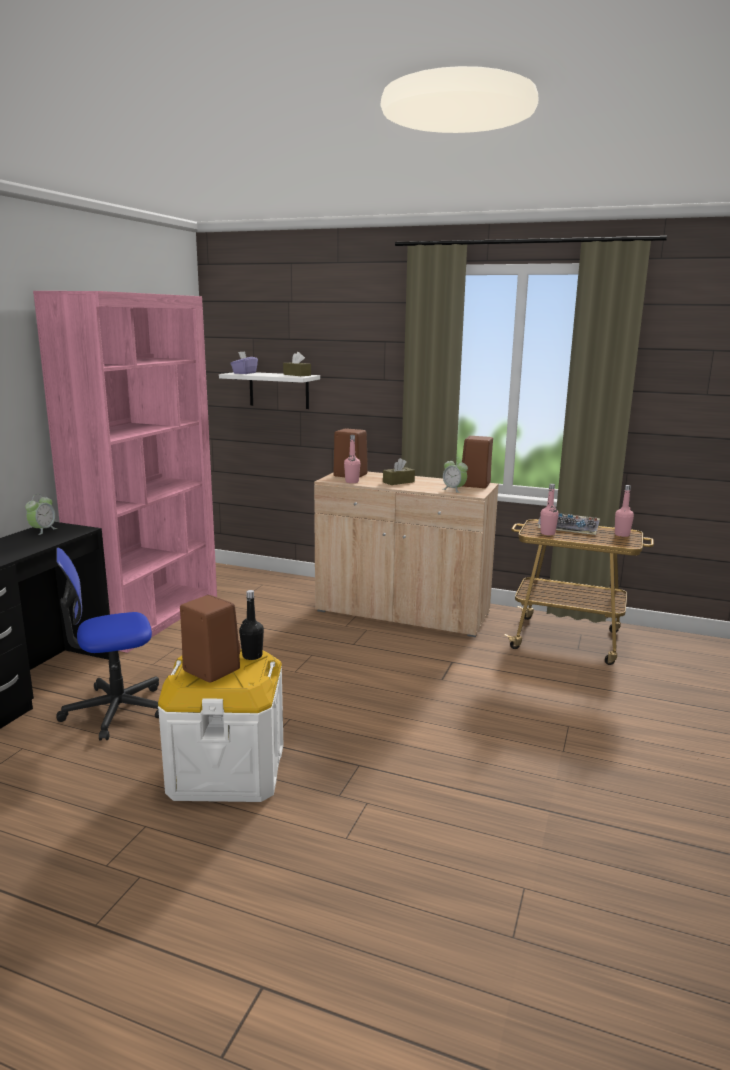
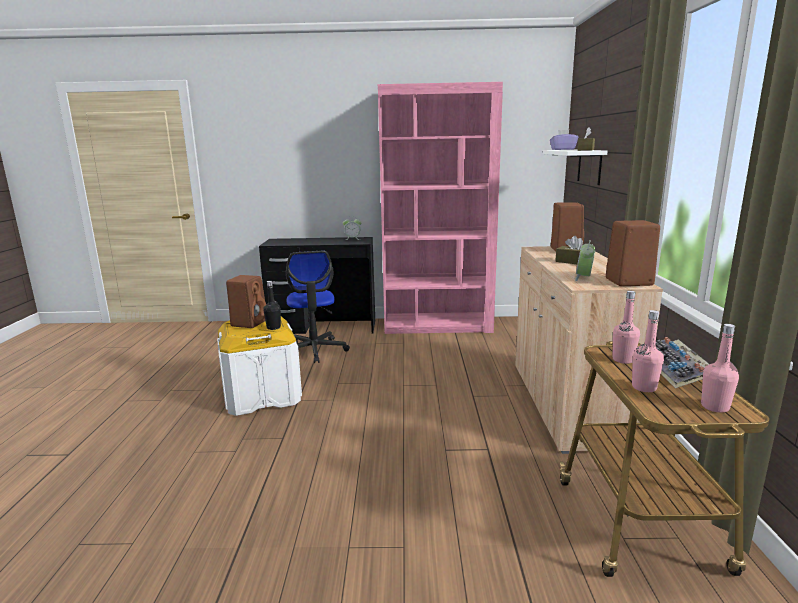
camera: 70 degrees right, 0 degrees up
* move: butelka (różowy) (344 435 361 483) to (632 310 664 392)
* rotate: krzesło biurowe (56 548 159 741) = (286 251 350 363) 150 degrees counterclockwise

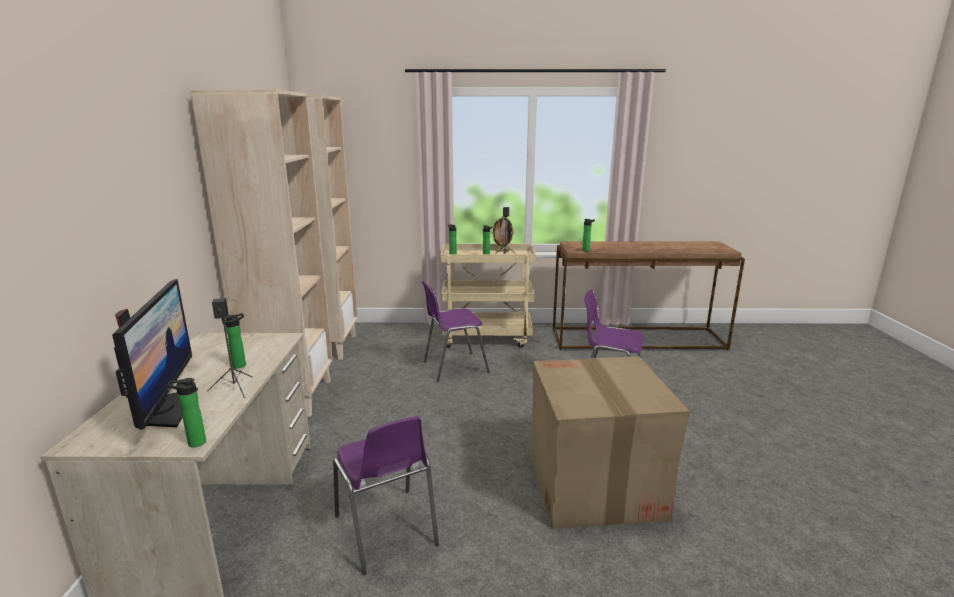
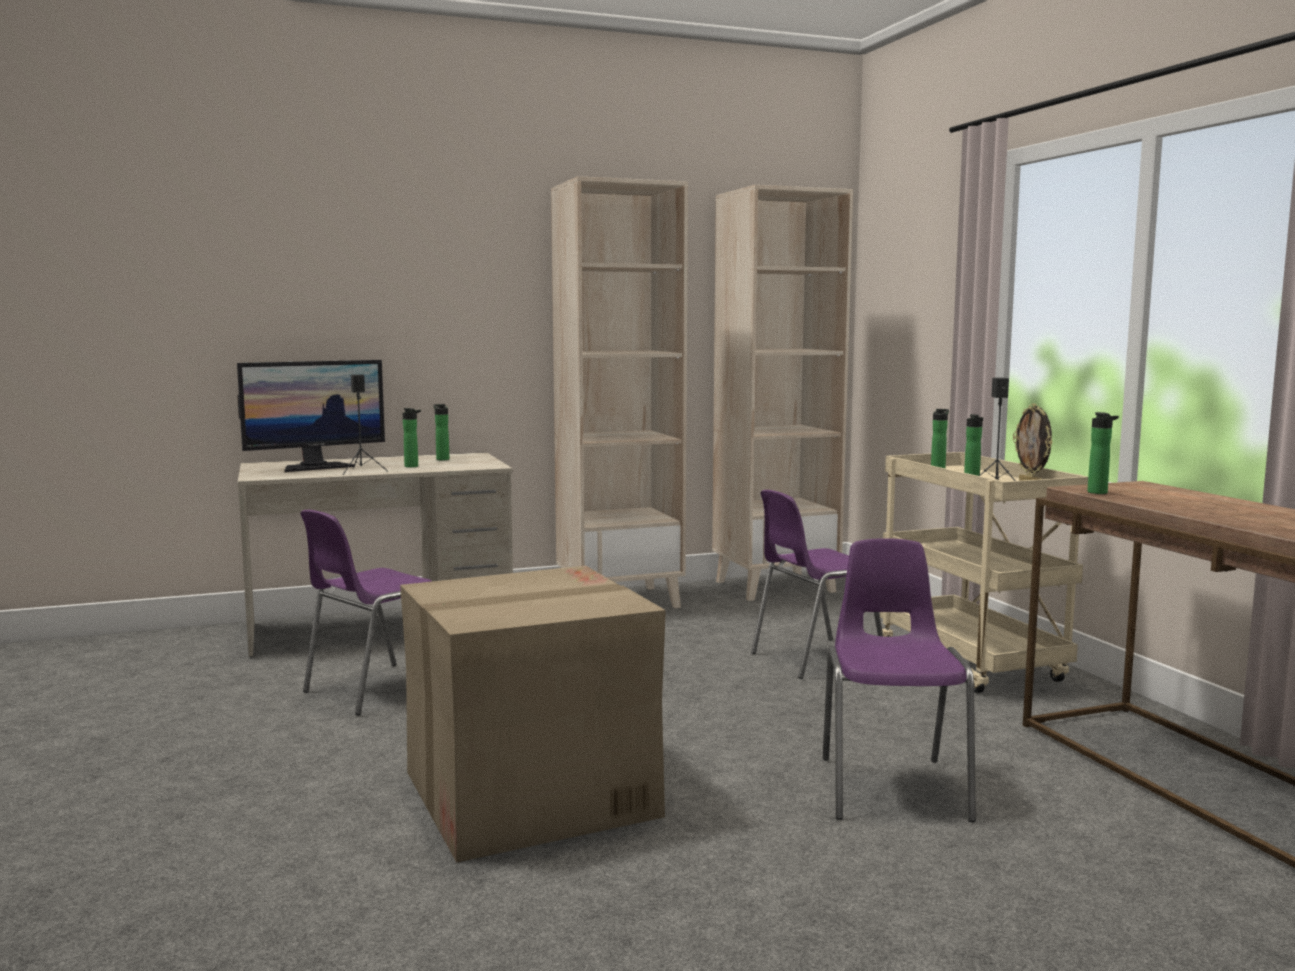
camera: 70 degrees right, 10 degrees down
* rotate: krzesło (fioletowy) (421 281 490 382) = (751 490 883 679) 75 degrees counterclockwise
* move: butelka (167 378 206 447) to (433 404 449 460)

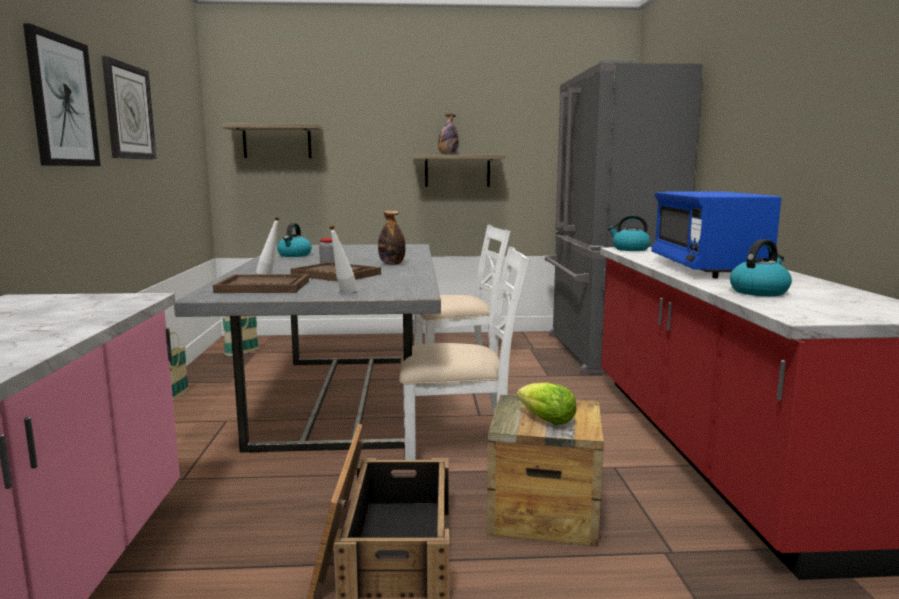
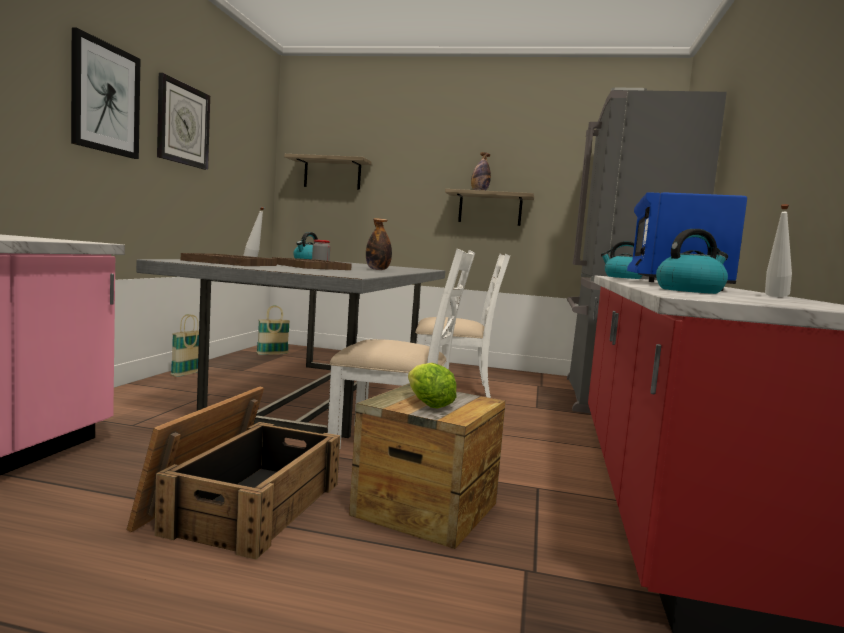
camera: 15 degrees right, 5 degrees down
* move: butelka (biały) (329 225 357 294) to (765 204 792 297)

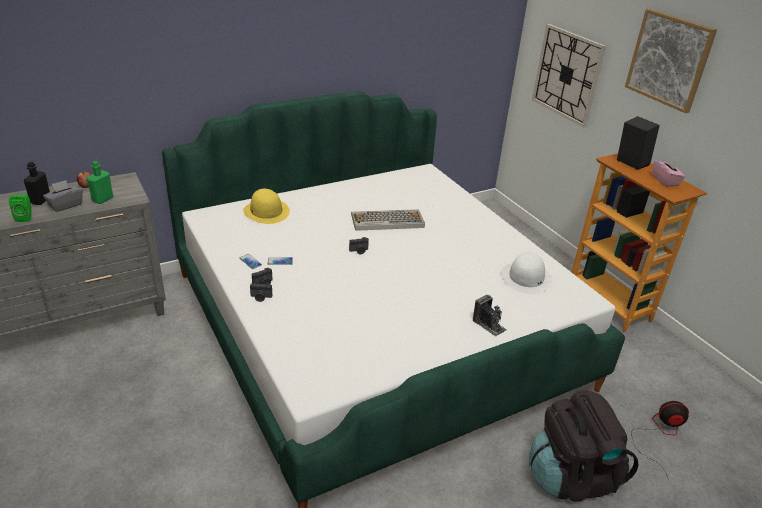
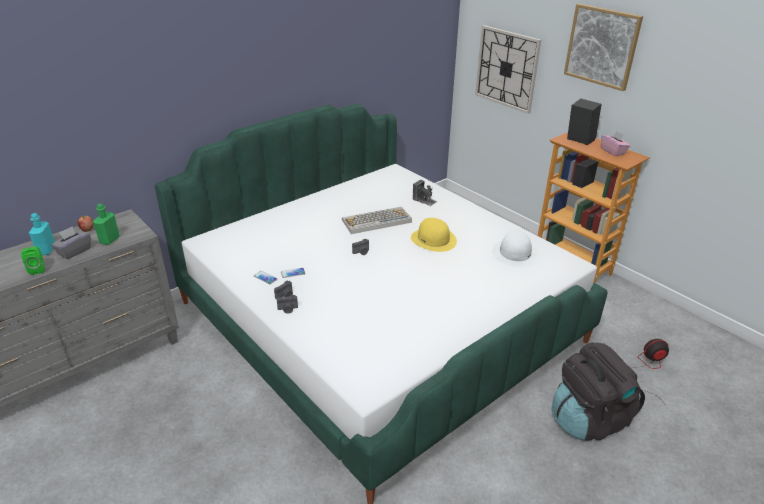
camera: 10 degrees left, 0 degrees up
* recolor: butelka (czarny) (24 162 50 205) to butelka (turkusowy) (29 213 55 255)
* move: kapelusz (żółty) (243 189 290 224) to (411 218 457 252)
* move: aparat fotograficzny (473 295 506 337) to (413 180 437 206)

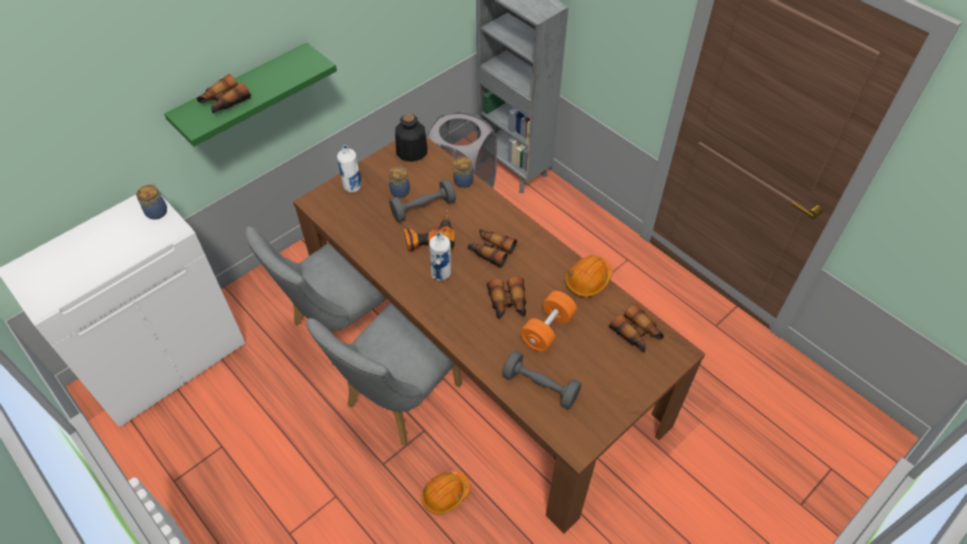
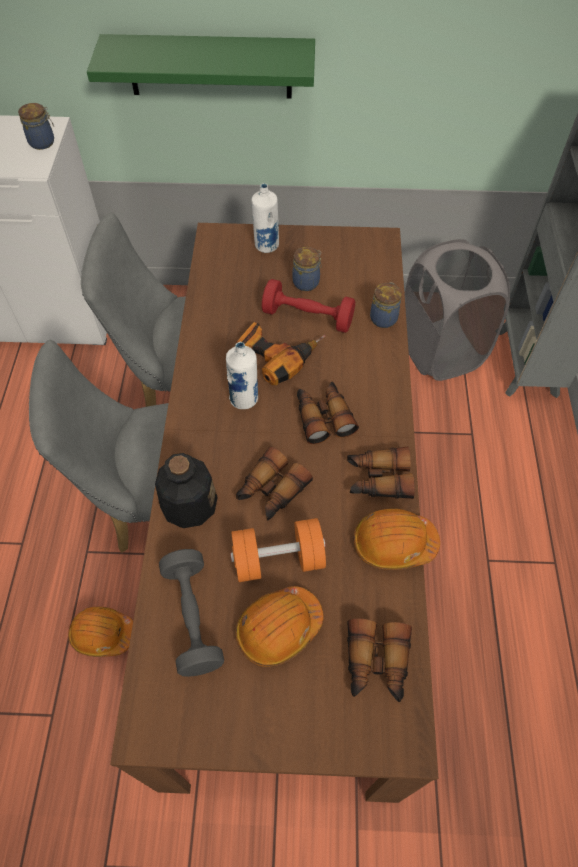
camera: 45 degrees right, 5 degrees up
* move: lornetka (197 74 251 113) to (347 446 415 499)
* move: butelka (395 114 427 162) to (155 453 218 528)
* recolor: hantel (szary) (389 179 456 222) to hantel (czerwony) (262 279 355 333)
* insert: kask (pomarańczowy) (236 586 324 667)

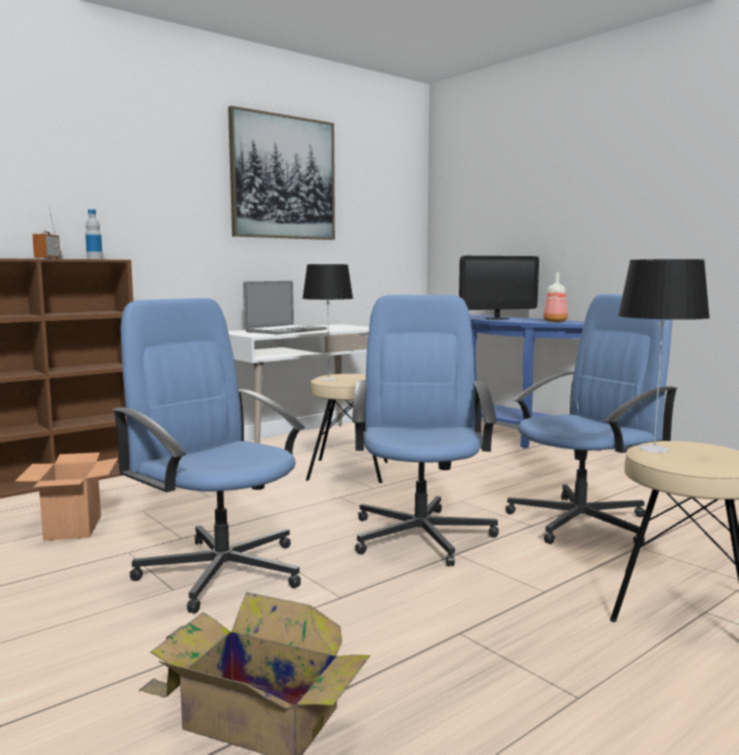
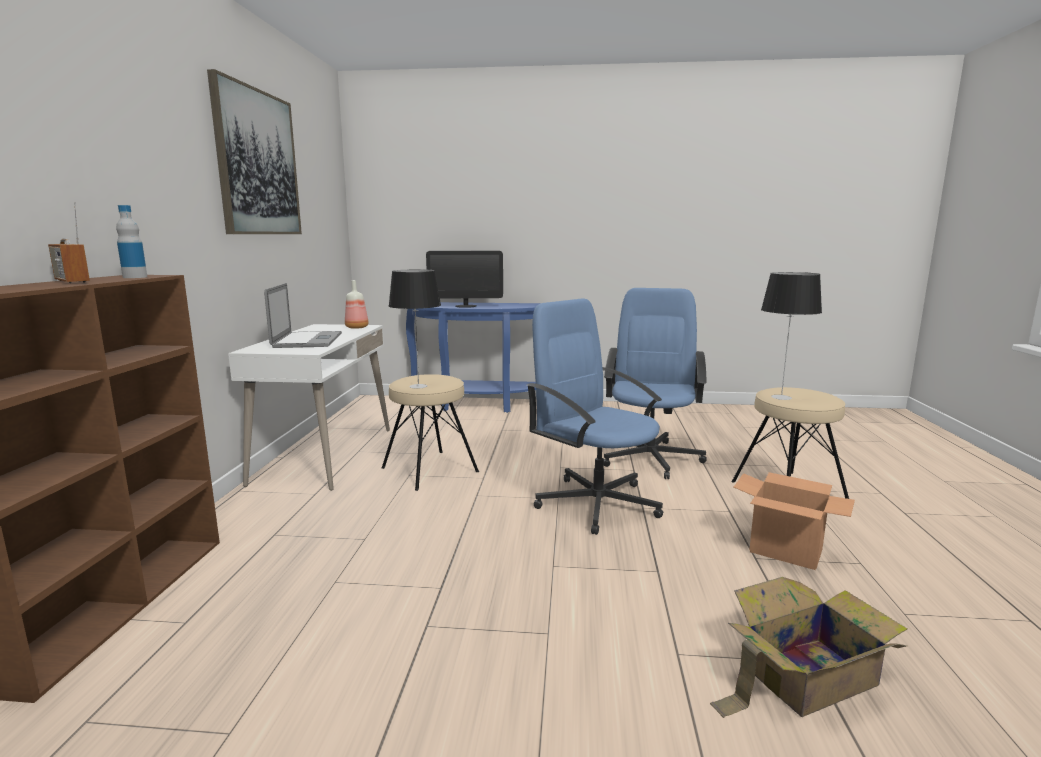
camera: 45 degrees left, 5 degrees up
* rotate: monitor (459 256 539 320) = (426 251 503 308) 60 degrees clockwise
* move: butelka (543 273 568 322) to (345 280 369 329)
* delete: krzesło biurowe (niebieski) (112 298 305 614)
* move: karton (15 452 118 541) to (734 472 855 570)

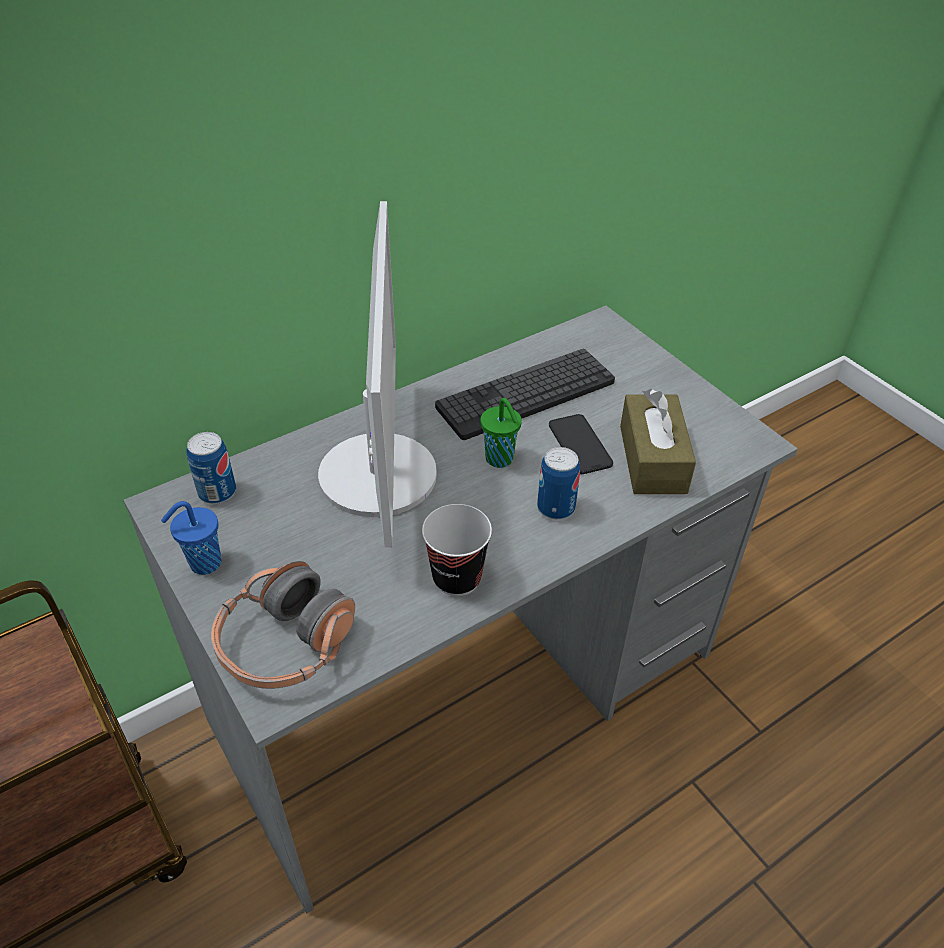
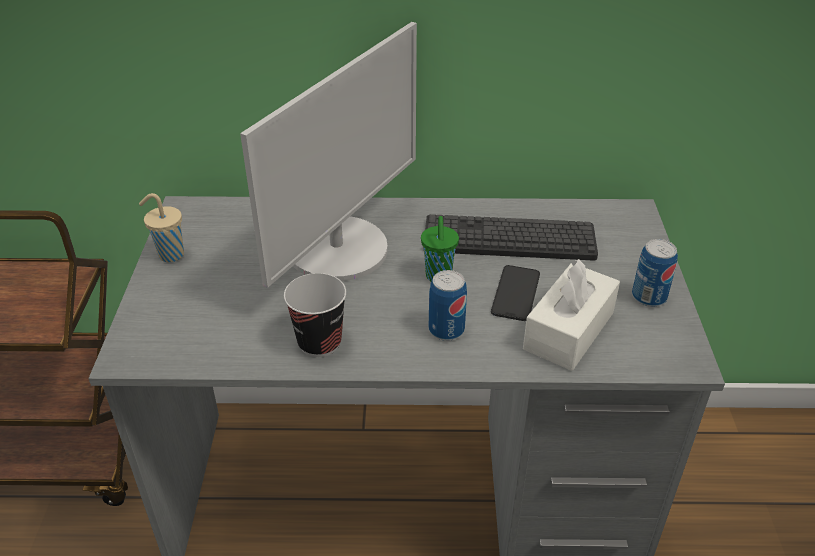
camera: 35 degrees right, 5 degrees down
* recolor: pudełko chusteczek (brązowy) (620 389 696 494) to pudełko chusteczek (biały) (523 259 620 371)
* move: puszka (186 432 236 504) to (632 239 678 307)
* recolor: filiżanka (niebieski) (161 501 221 575) to filiżanka (beżowy) (139 193 184 262)
* delete: słuchawki (211 561 355 689)

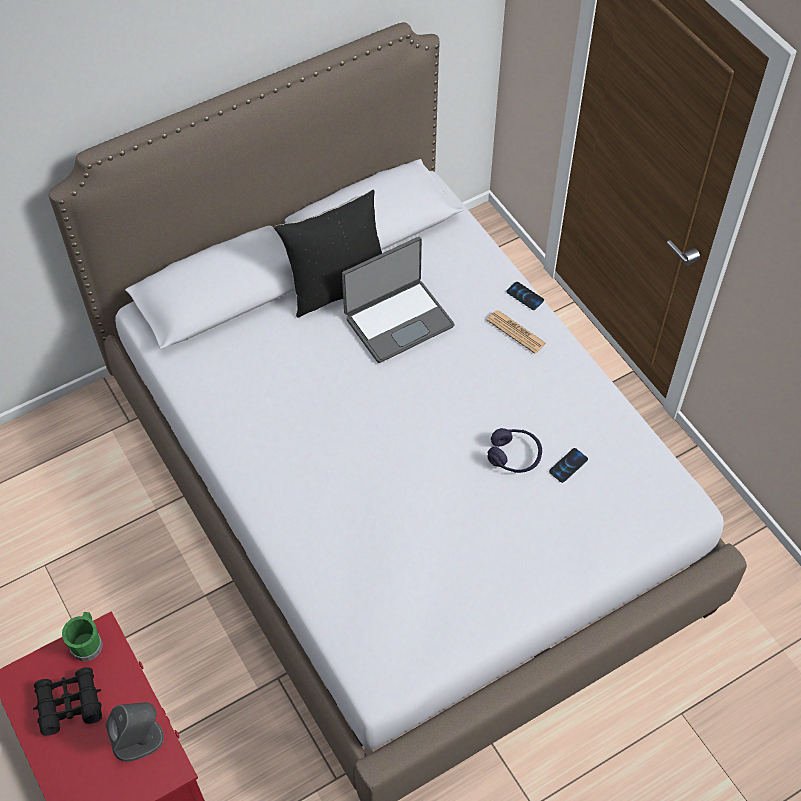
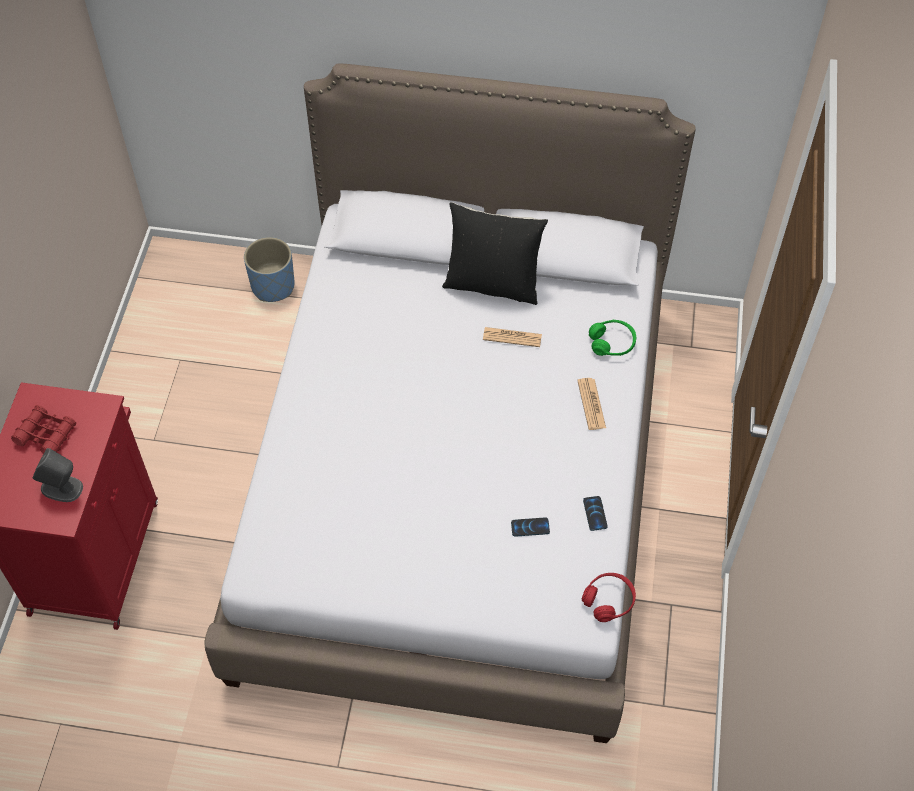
camera: 40 degrees right, 0 degrees up
* replace: laptop (342 237 455 363) to gazeta (483 327 542 347)
* move: telefon (507 282 544 310) to (583 496 608 531)
* delete: słuchawki (fioletowy) (487 428 542 473)
* delete: kubek (zielony) (62 612 102 661)
* recolor: lornetka (czarny) (33 667 102 736) to lornetka (czerwony) (11 405 76 454)
* insert: donica (niebieski) (244 237 295 302)
* insert: słuchawki (zielony) (589 320 636 356)
* insert: słuchawki (czerwony) (582 573 636 622)

